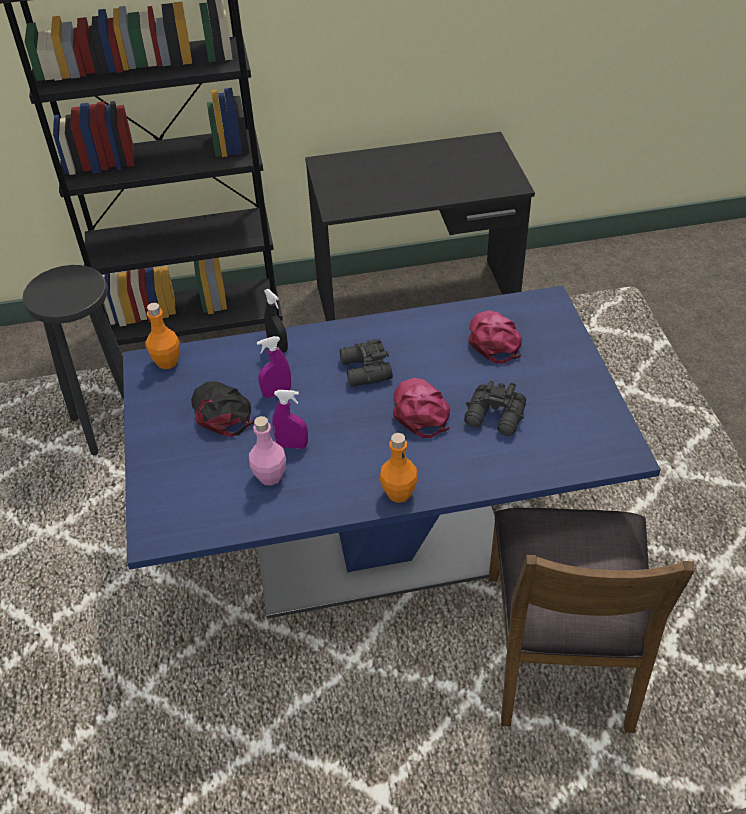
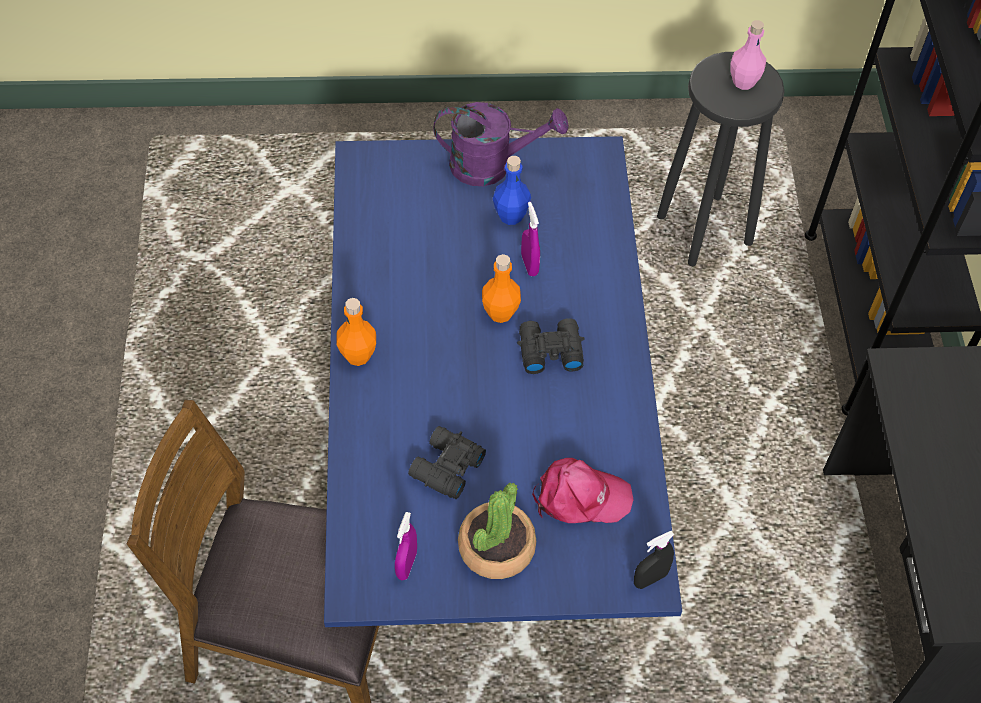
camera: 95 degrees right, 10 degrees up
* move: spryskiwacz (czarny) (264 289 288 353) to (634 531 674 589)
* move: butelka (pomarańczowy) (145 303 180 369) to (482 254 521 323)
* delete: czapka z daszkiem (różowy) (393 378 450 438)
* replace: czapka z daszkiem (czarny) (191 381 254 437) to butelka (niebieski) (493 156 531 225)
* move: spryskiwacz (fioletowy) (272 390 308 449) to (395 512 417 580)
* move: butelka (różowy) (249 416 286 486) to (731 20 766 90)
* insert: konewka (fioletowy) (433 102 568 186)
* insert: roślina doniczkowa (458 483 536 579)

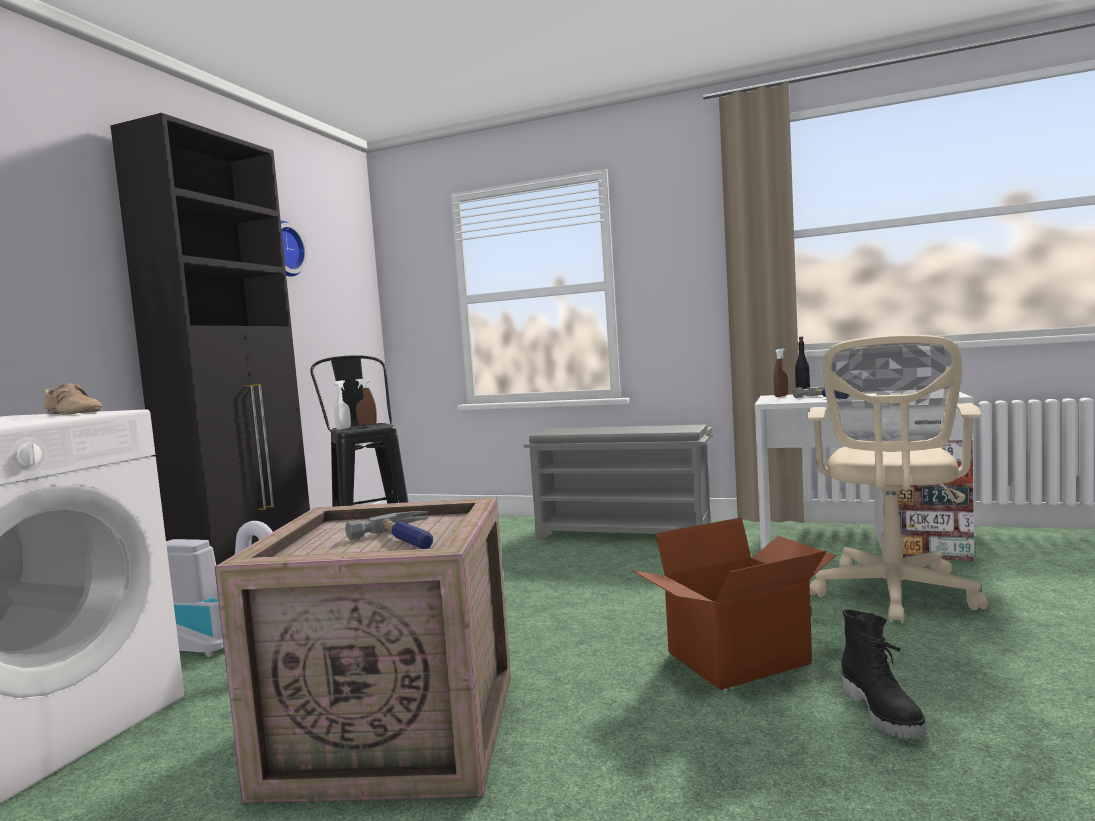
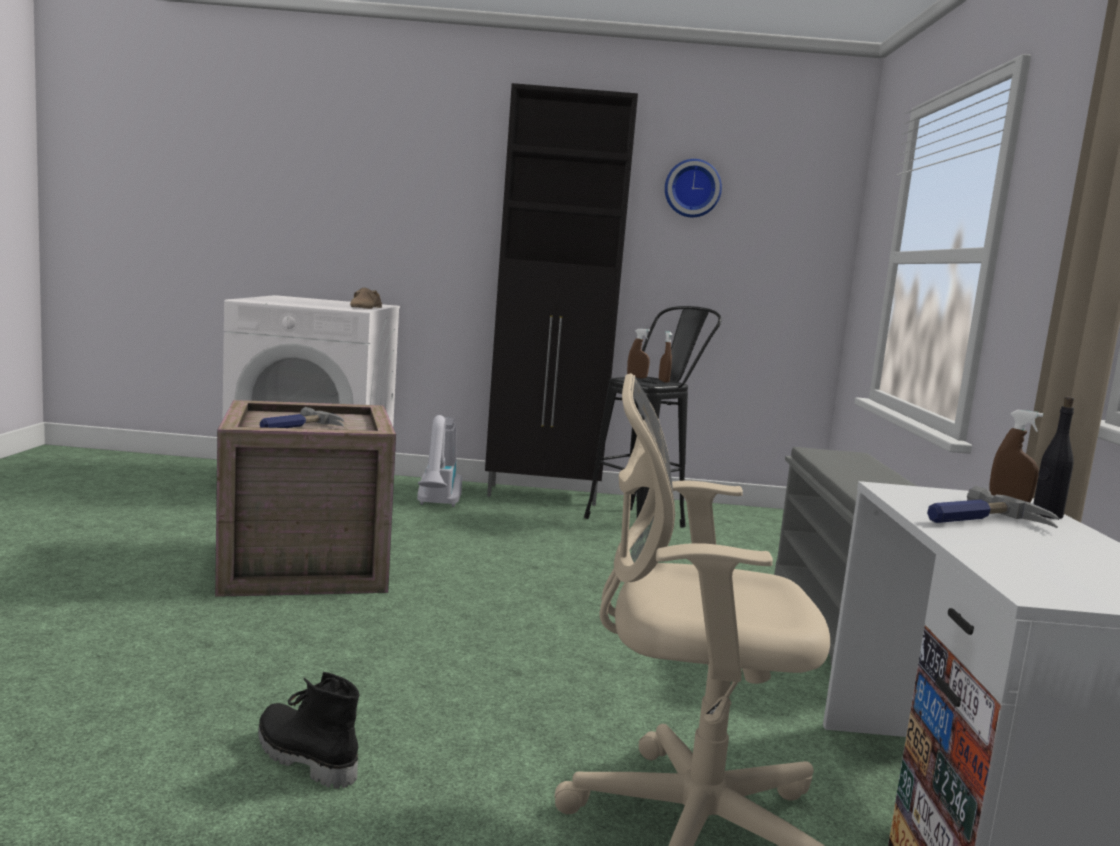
camera: 70 degrees right, 5 degrees up
* recolor: spryskiwacz (biały) (334 380 351 430) to spryskiwacz (brązowy) (627 329 650 378)
* delete: karton (632 517 836 690)
* rotate: but z cholewką (czarny) (841 609 926 739) = (258 672 359 789) 60 degrees clockwise

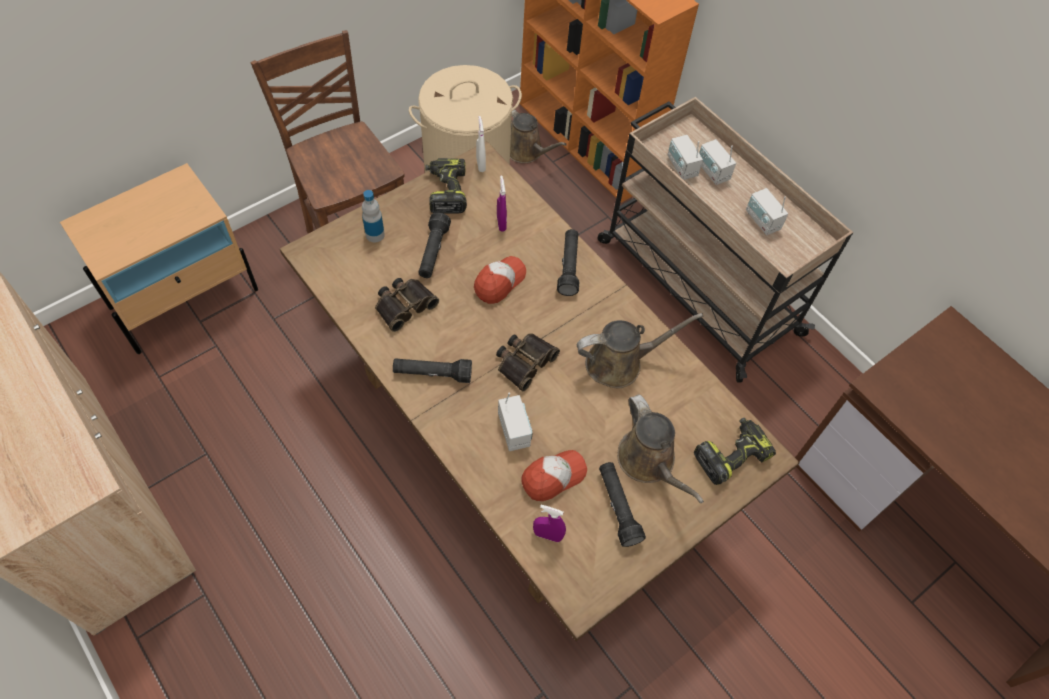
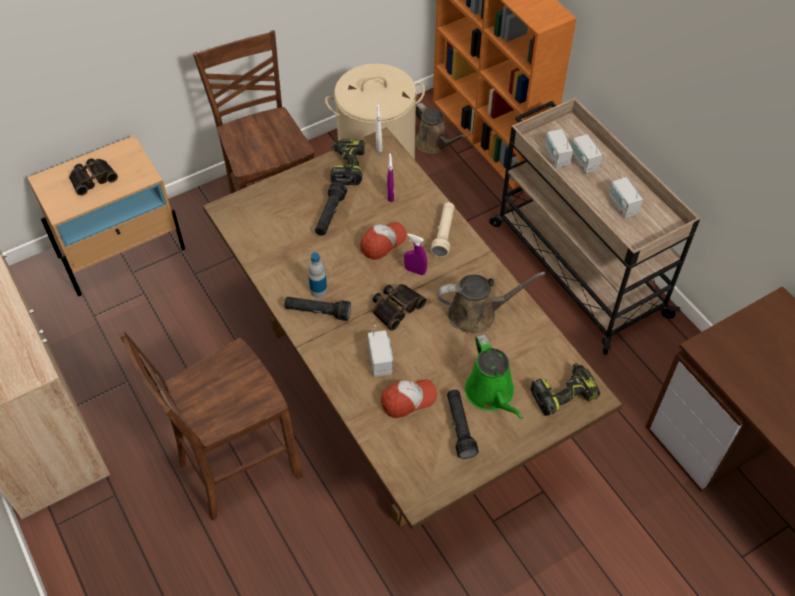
camera: 10 degrees right, 5 degrees down
* move: butelka (362 190 385 242) to (308 253 327 298)
* recolor: latarka (czarny) (557 229 579 296) to latarka (beżowy) (430 202 455 257)
* move: lornetka (375 278 439 332) to (69 158 118 196)
* recolor: konewka (brązowy) (617 394 704 503) to konewka (zielony) (465 334 523 419)
* move: spryskiwacz (fioletowy) (533 505 566 542) to (404 234 427 275)
* insert: krzesło (brązowy) (119 331 302 521)

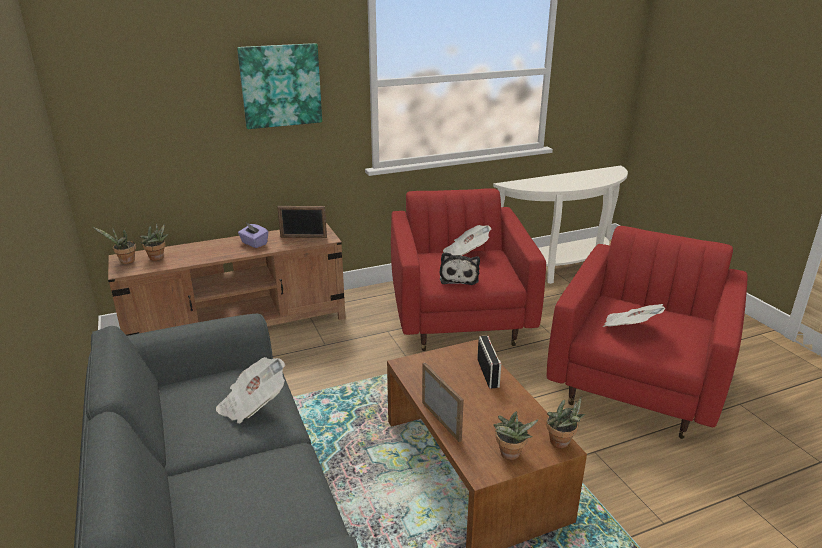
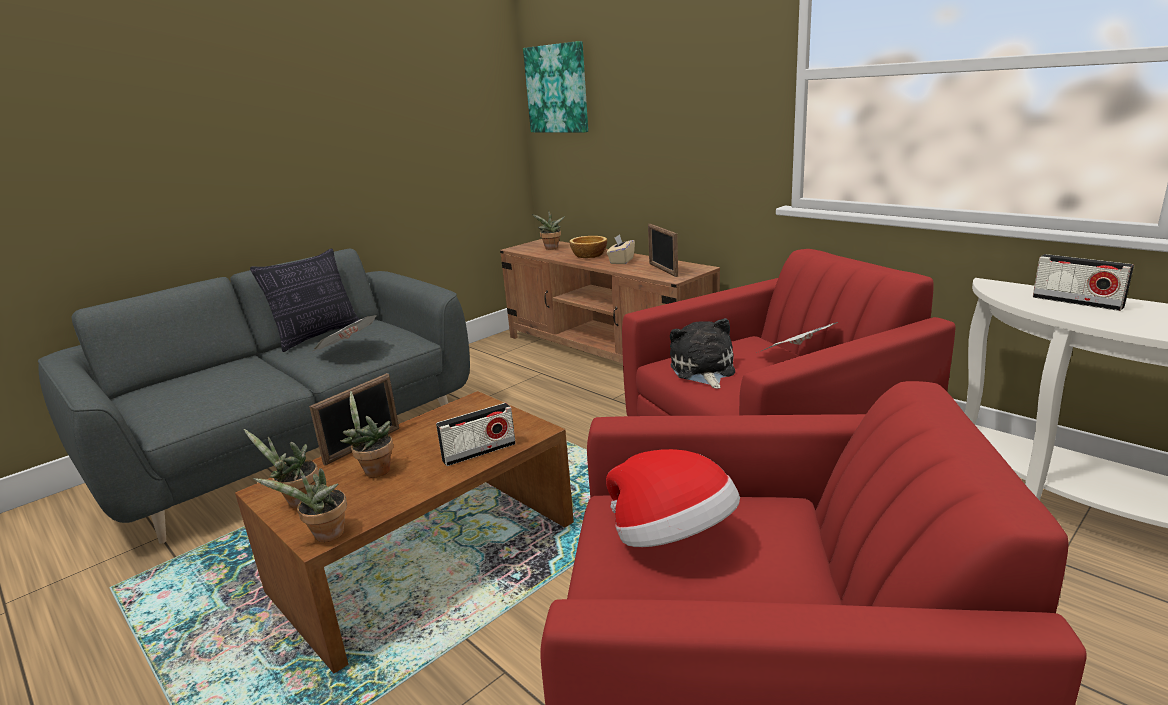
camera: 70 degrees right, 5 degrees down
* move: obraz (237 43 322 129) to (523 41 588 133)
* recolor: pudełko chusteczek (fioletowy) (238 223 268 248) to pudełko chusteczek (beżowy) (607 234 635 264)
* move: roślina doniczkowa (93 227 136 264) to (340 391 393 478)
* rotate: pluszak (440 252 480 285) = (670 318 735 389) 105 degrees clockwise
* replace: gazeta (603 304 665 327) to kapelusz (606 449 740 547)
* insert: miska (569 236 607 258)
* insert: poduszka (250 248 360 352)
* insert: radio (1033 254 1134 311)

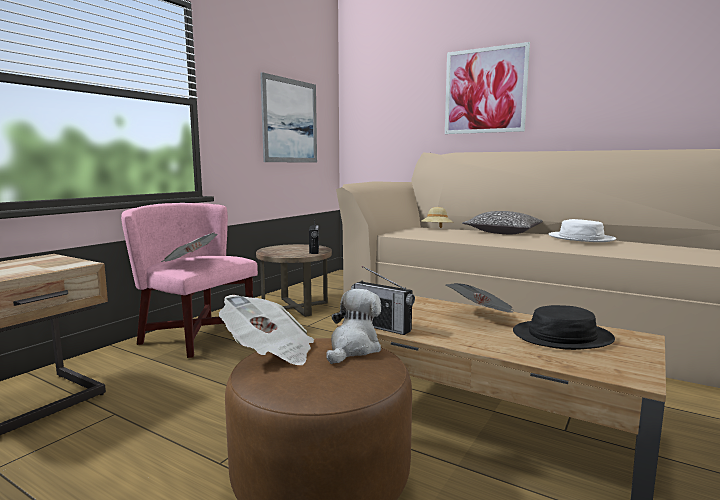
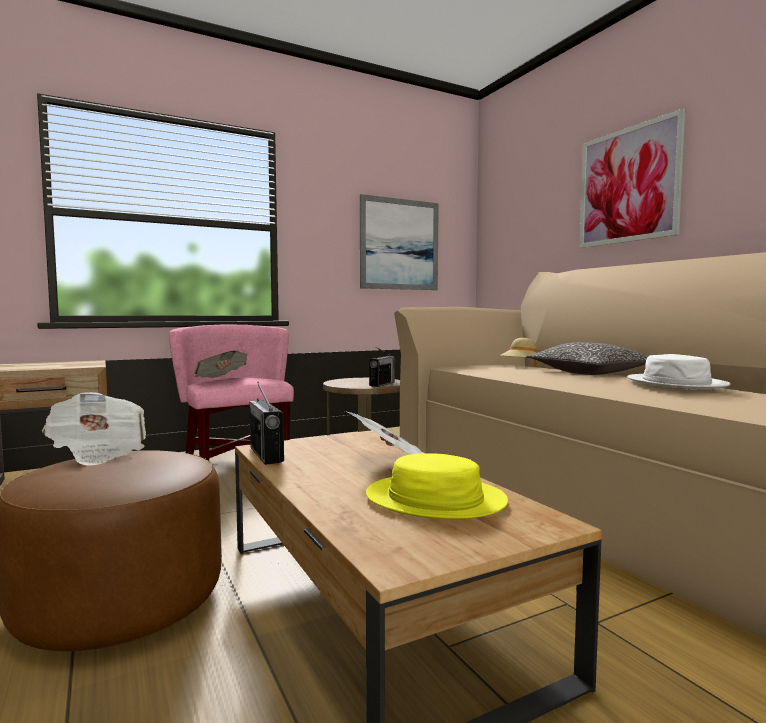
camera: 30 degrees right, 5 degrees down
* delete: pluszak (326 289 381 364)
* recolor: kapelusz (czarny) (513 305 615 350) to kapelusz (żółty) (366 453 508 519)

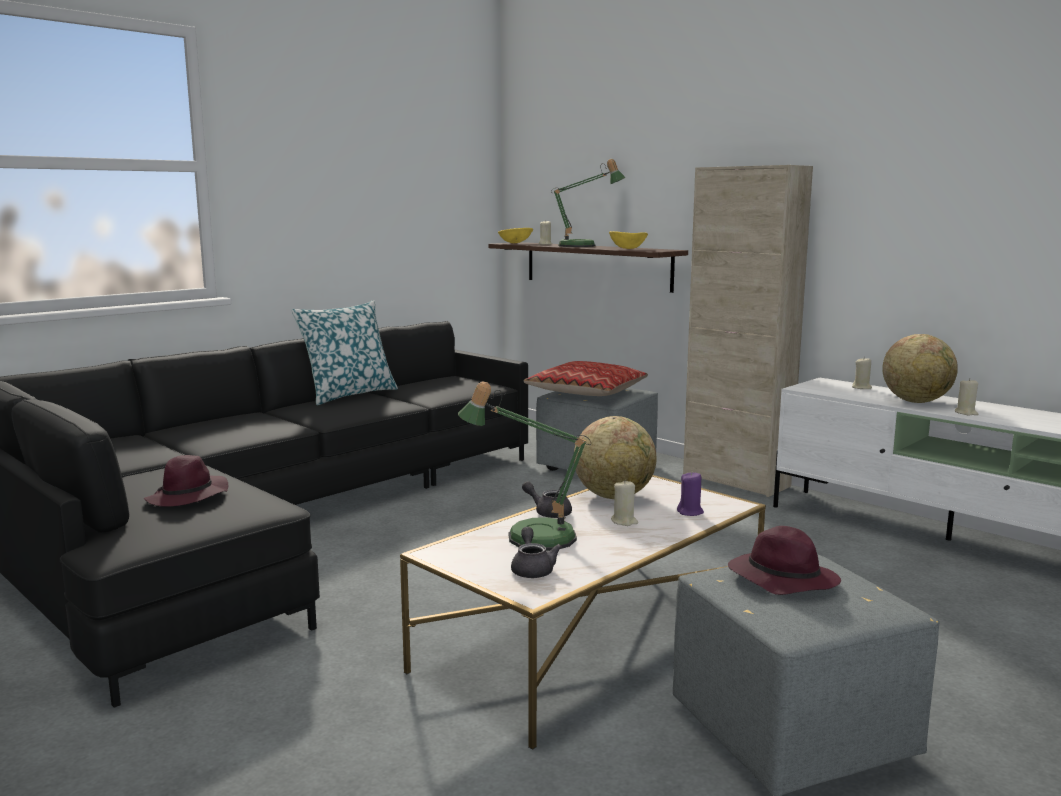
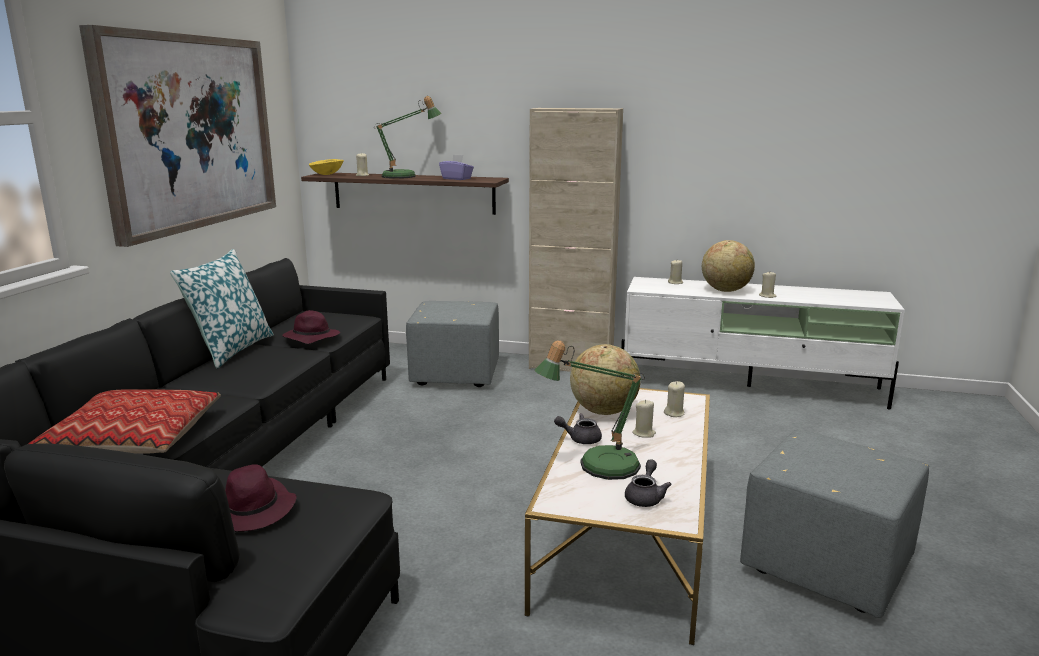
camera: 30 degrees left, 5 degrees up
* replace: miska (żółty) (609 231 648 249) to pudełko chusteczek (fioletowy) (439 154 474 180)
* move: poduszka (524 361 648 396) to (28 389 221 454)
* recolor: świeca (fioletowy) (677 472 704 516) to świeca (beżowy) (664 381 685 417)
* move: kapelusz (fioletowy) (728 526 841 595) to (282 310 340 344)
* rotate: imbryk (szary) (511 527 562 578) = (625 459 671 507) 60 degrees clockwise
* insert: obraz (79 25 276 247)

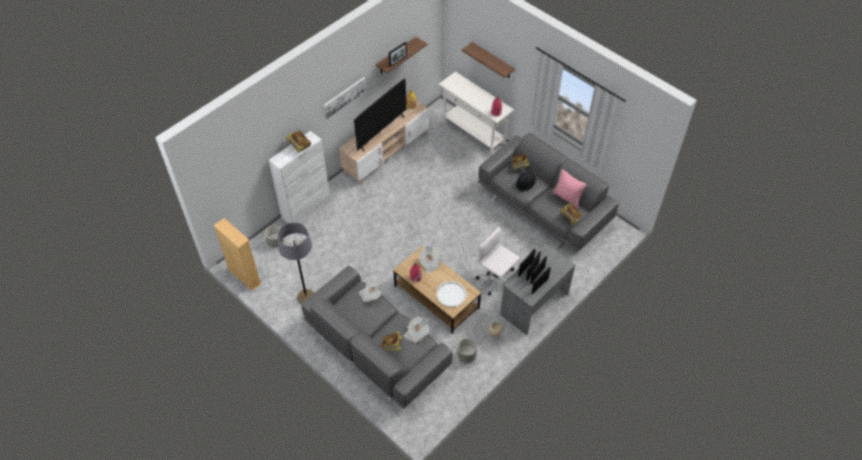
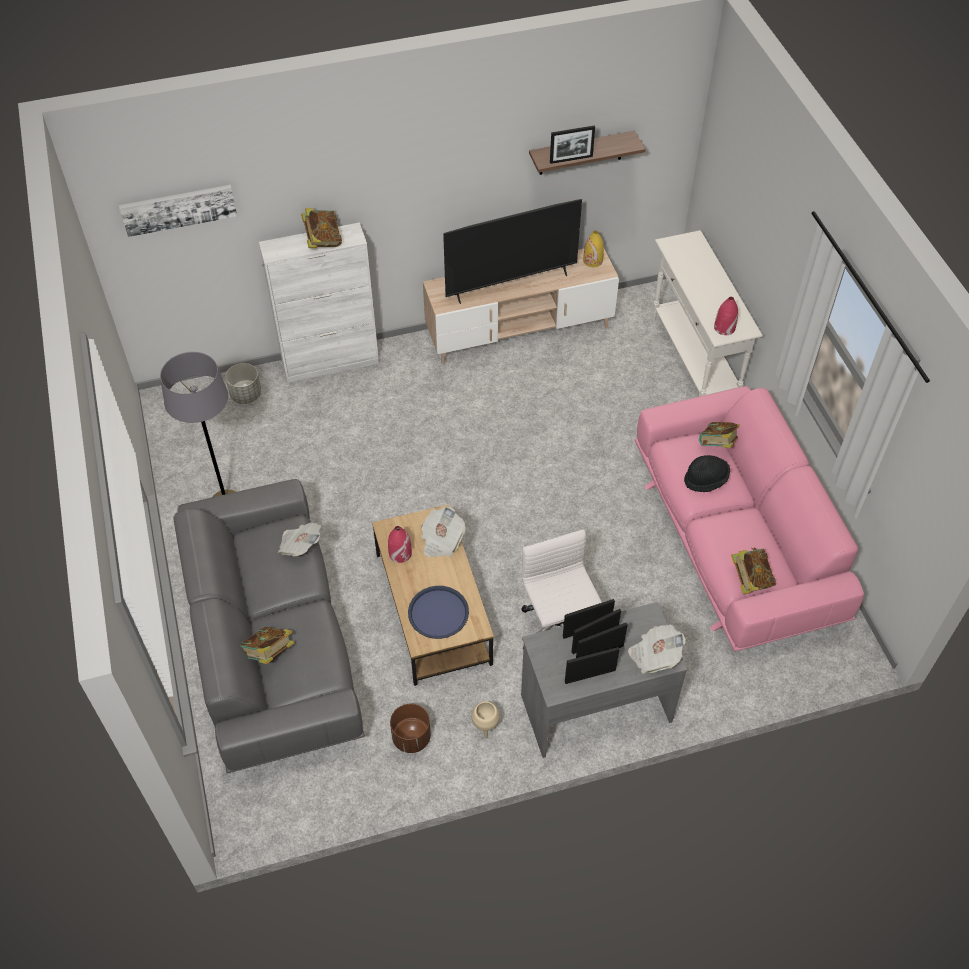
camera: 30 degrees right, 0 degrees up
* delete: półka (462 42 515 78)
* move: obraz (323 77 366 119) to (119 185 237 237)
* recolor: kanapa (szary) (478 133 619 252) to kanapa (różowy) (635 386 864 652)
* delete: poduszka (różowy) (553 169 587 208)
* delete: regał (beżowy) (214 218 262 291)
* recolor: taca (biały) (436 281 466 307) to taca (niebieski) (408 586 469 639)
* move: gazeta (404 316 430 343) to (628 625 686 674)
* recolor: donica (szary) (457 338 477 363) to donica (brązowy) (390 704 431 753)

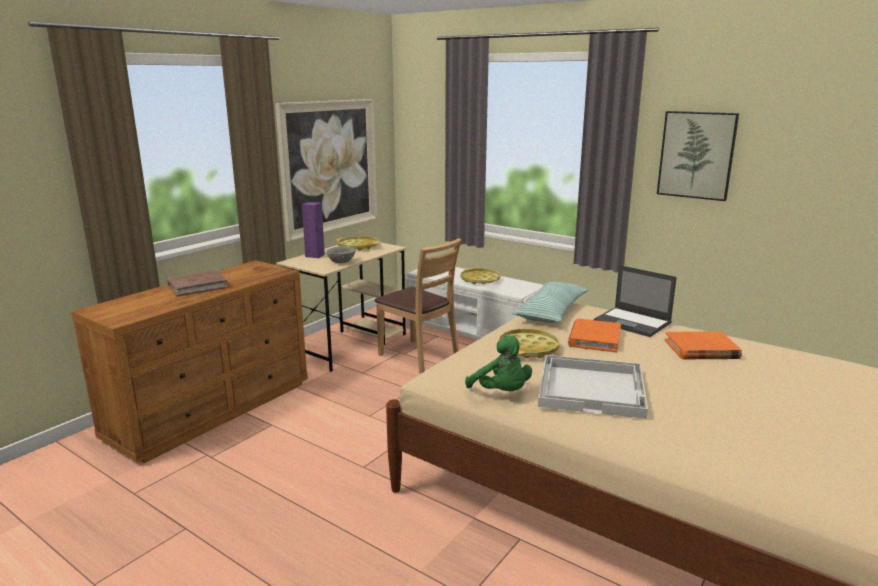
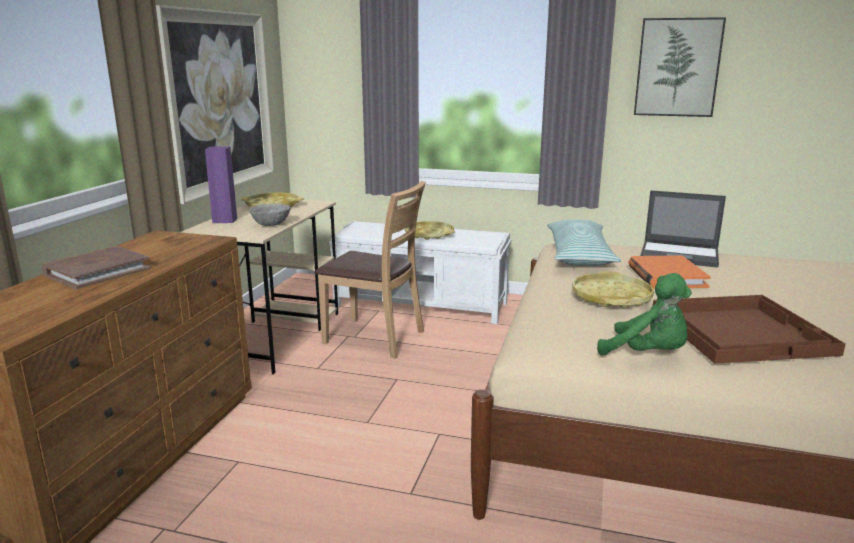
camera: 20 degrees left, 0 degrees up
* delete: książka (pomarańczowy) (665 331 742 359)
* recolor: taca (biały) (538 355 648 419) to taca (brązowy) (653 295 846 364)

